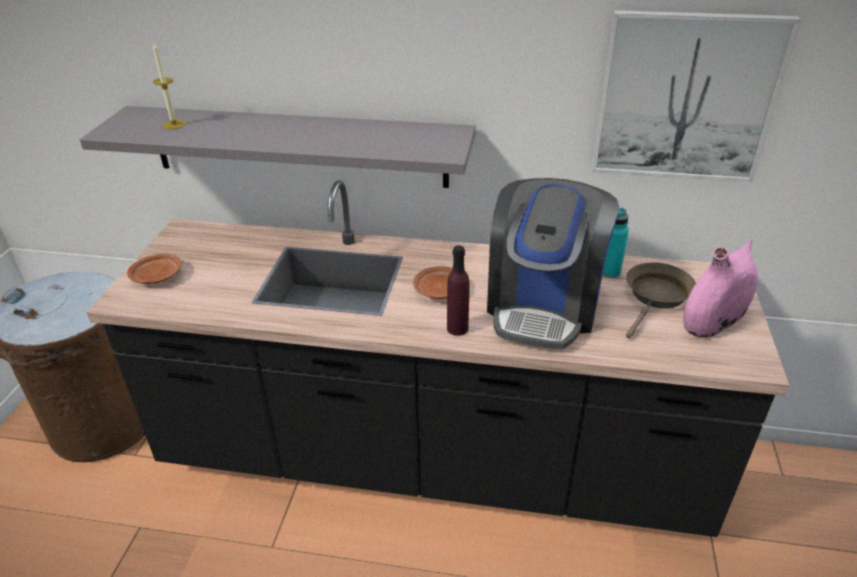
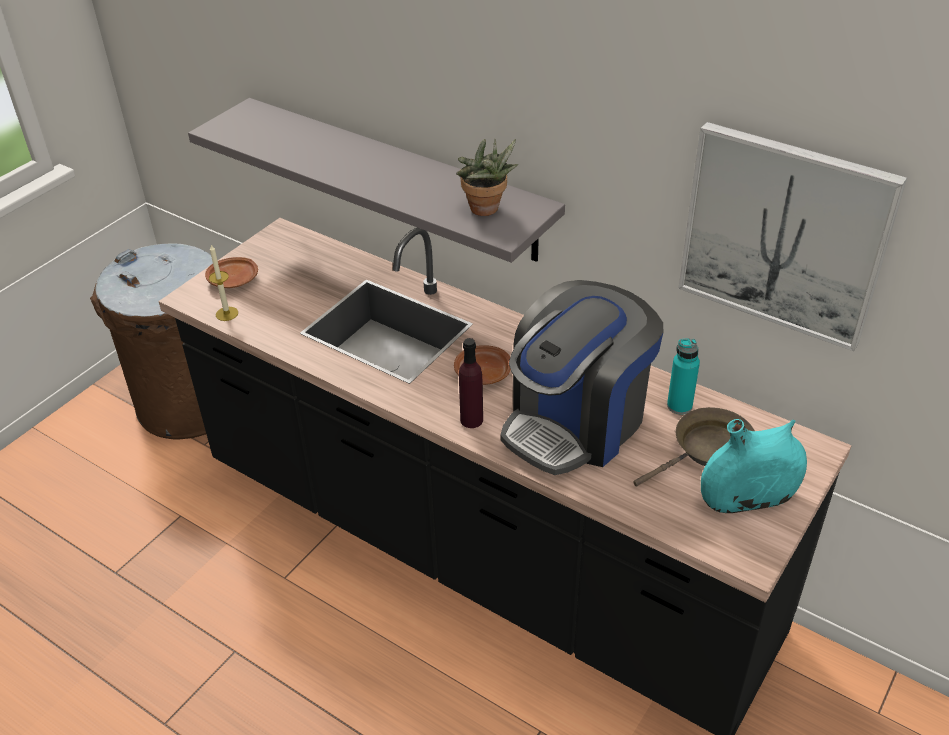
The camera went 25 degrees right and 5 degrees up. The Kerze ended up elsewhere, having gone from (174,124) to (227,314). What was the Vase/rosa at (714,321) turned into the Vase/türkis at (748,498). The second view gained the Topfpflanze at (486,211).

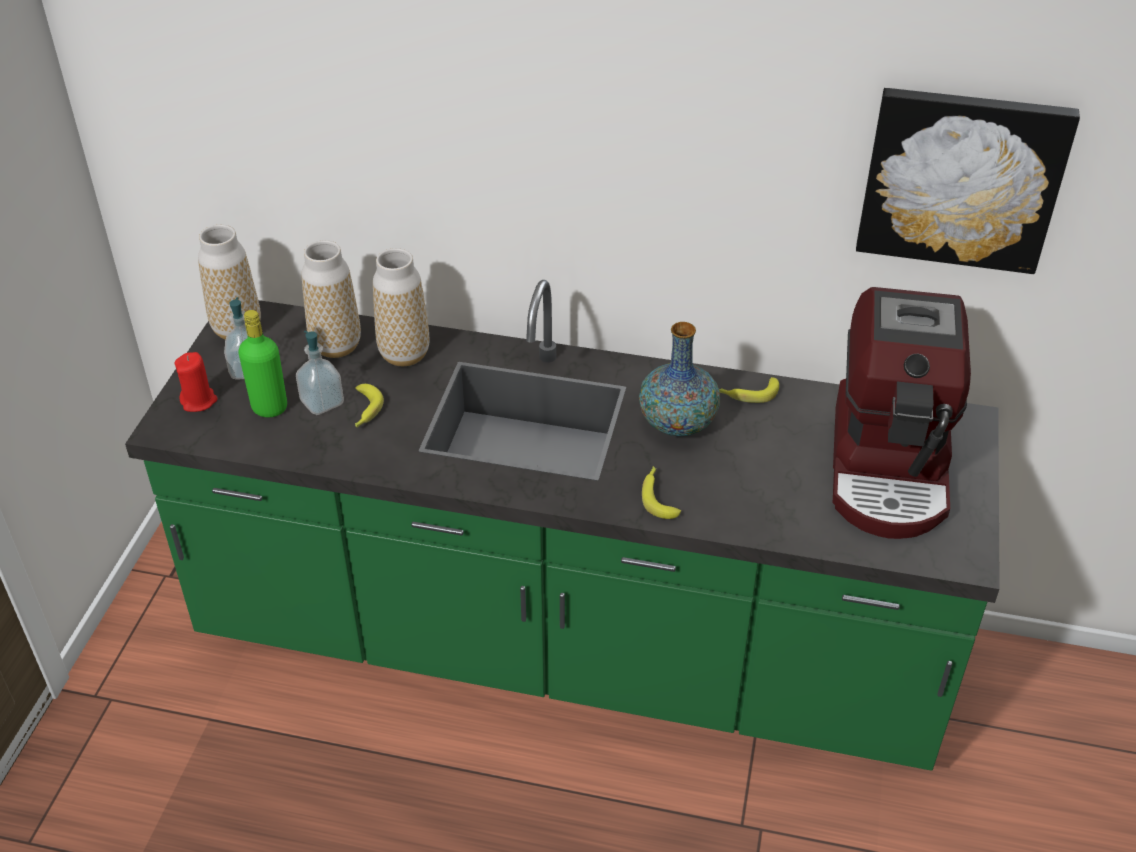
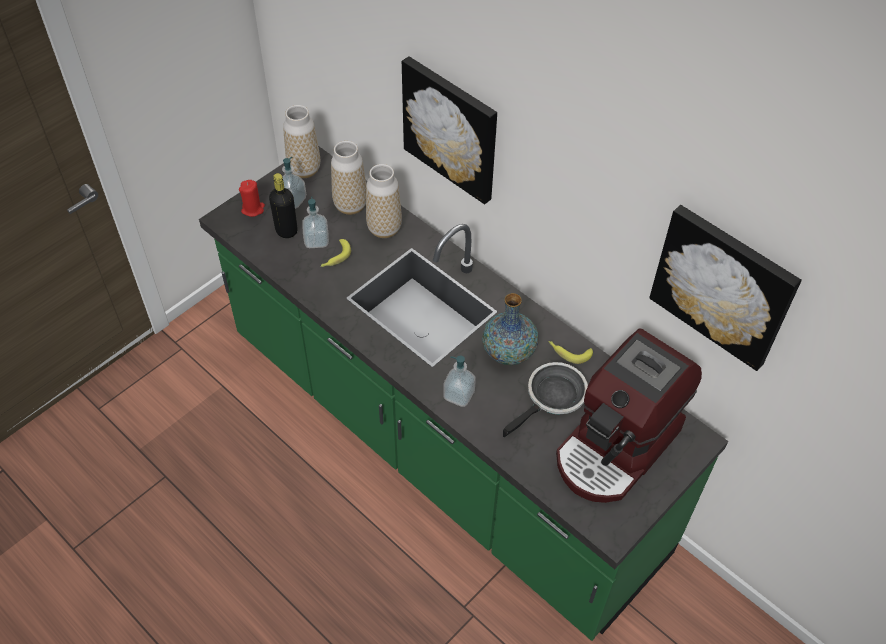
The camera went 30 degrees right and 10 degrees up. What was the Flasche/grün at (269,408) turned into the Flasche/schwarz at (286,231). Where the Banane stood at (658,496), the Seifenspender came to stand at (459,395). The second view gained the Bild at (452,128). The second view gained the Pfanne at (553,398).

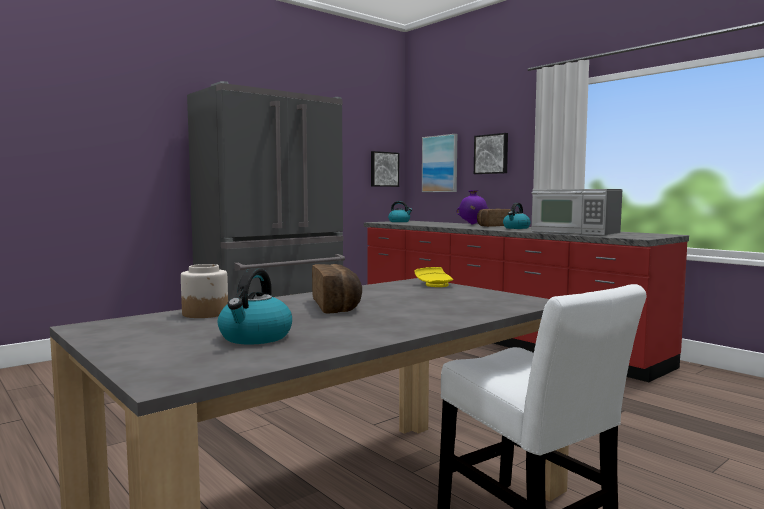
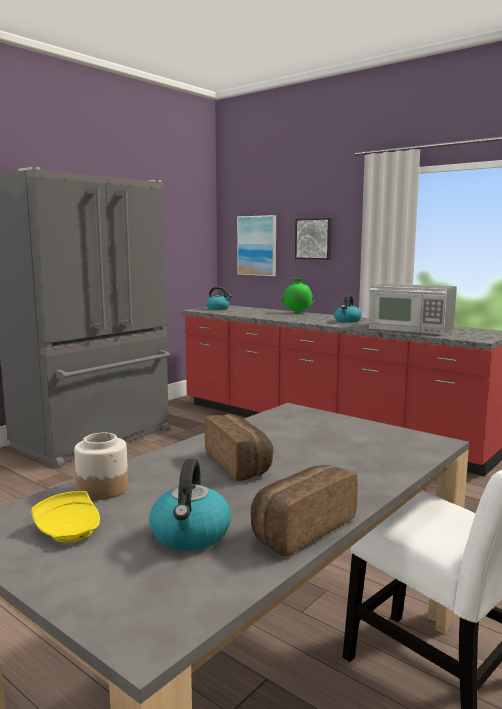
The camera went 10 degrees left and 5 degrees up. The second view lost the Bild at (384,169). What was the Vase/lila at (472,224) turned into the Vase/grün at (297,312). The Brot ended up elsewhere, having gone from (493,226) to (300,528). The Teller/gelb ended up elsewhere, having gone from (435,285) to (70,530).

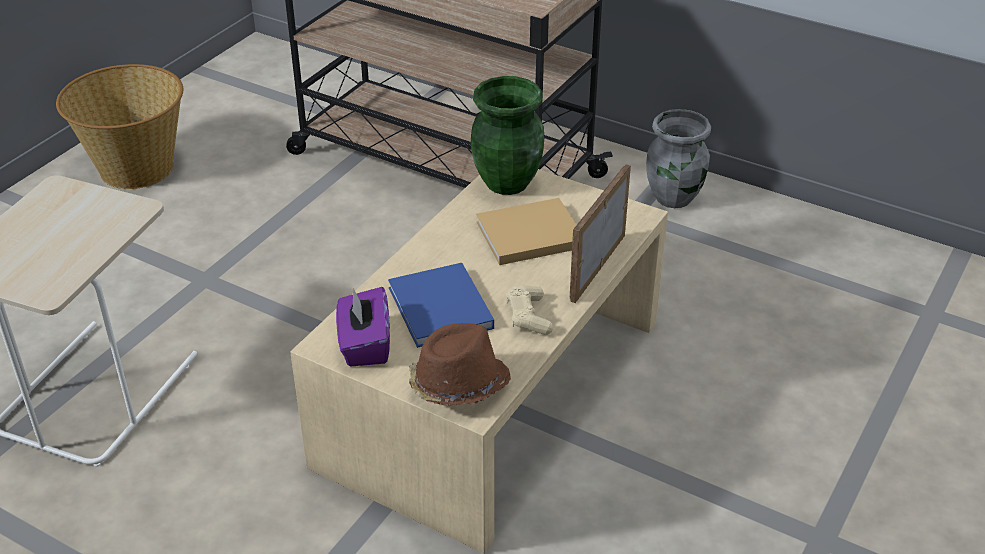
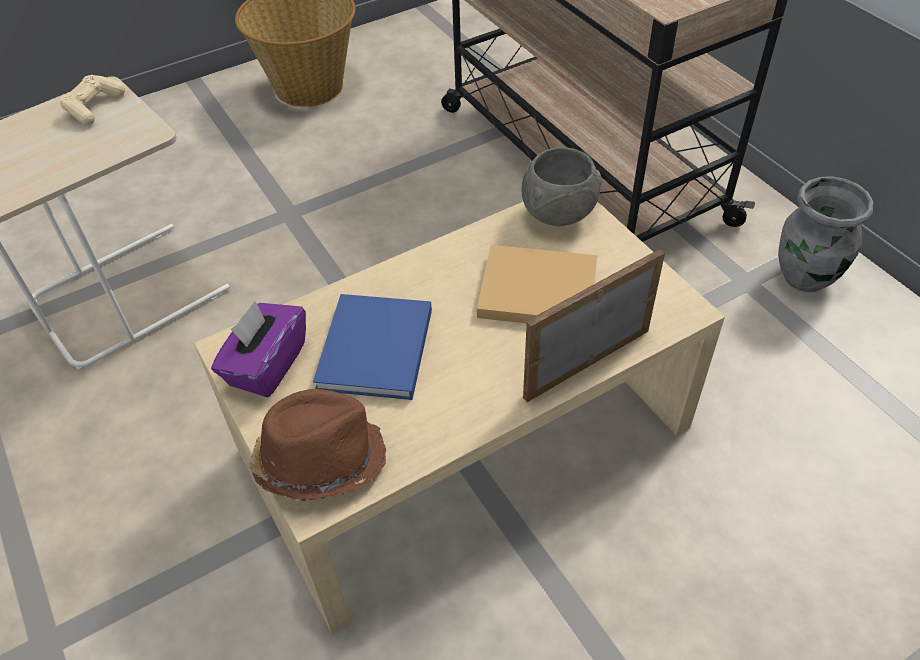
The camera went 30 degrees right and 10 degrees up. Where the Vase/grün stood at (508,182), the Schüssel/grau came to stand at (559,215). The Gamepad/beige ended up elsewhere, having gone from (528,317) to (94,107).

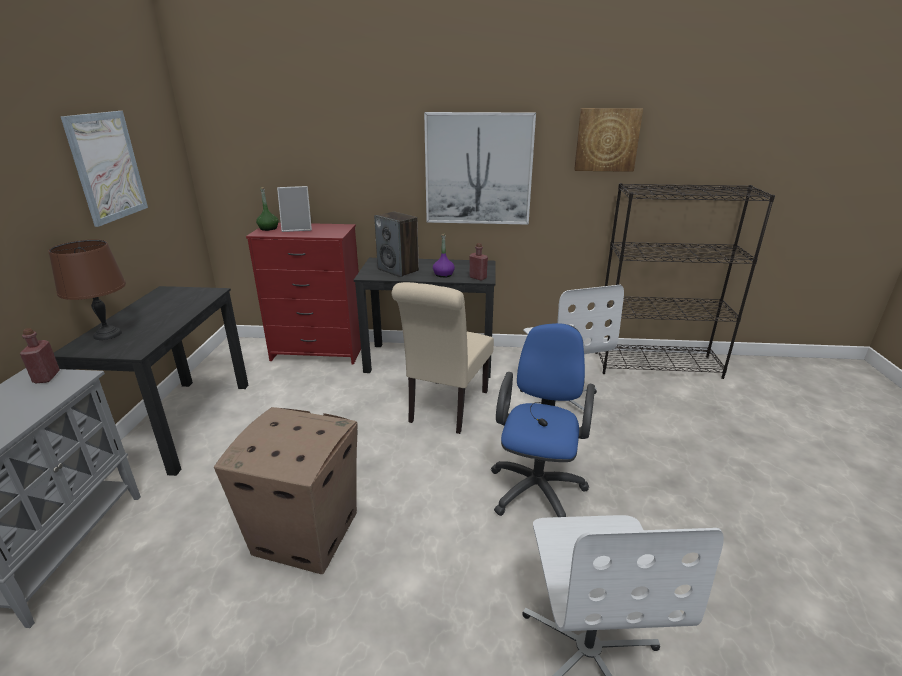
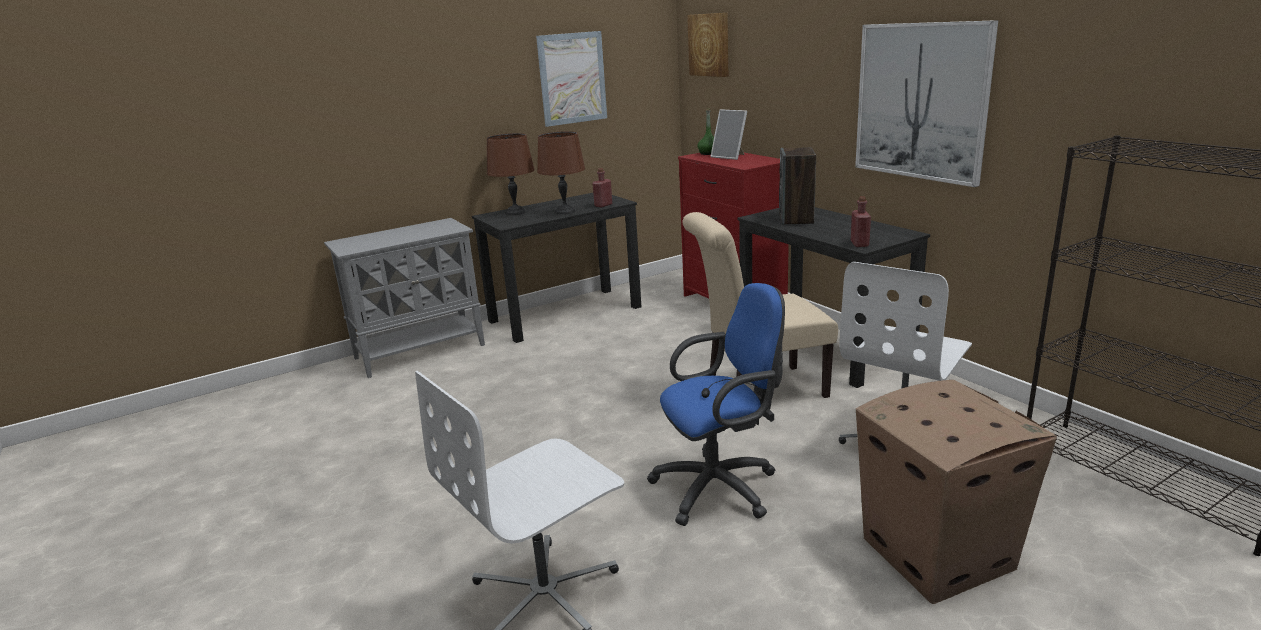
The camera went 55 degrees right and 5 degrees down. The Bild ended up elsewhere, having gone from (607,140) to (709,45). The second view lost the Flasche/lila at (443,275). The Flasche/rot ended up elsewhere, having gone from (46,377) to (603,205). The Karton ended up elsewhere, having gone from (304,533) to (935,552). The second view gained the Tischlampe/braun at (565,211).

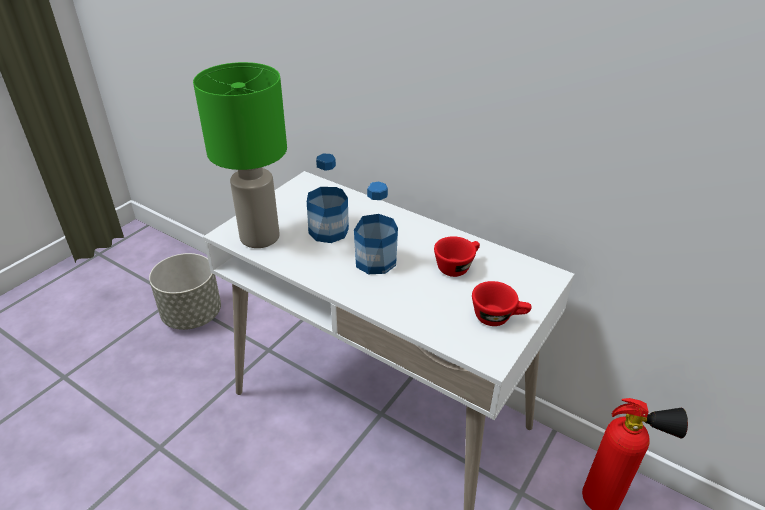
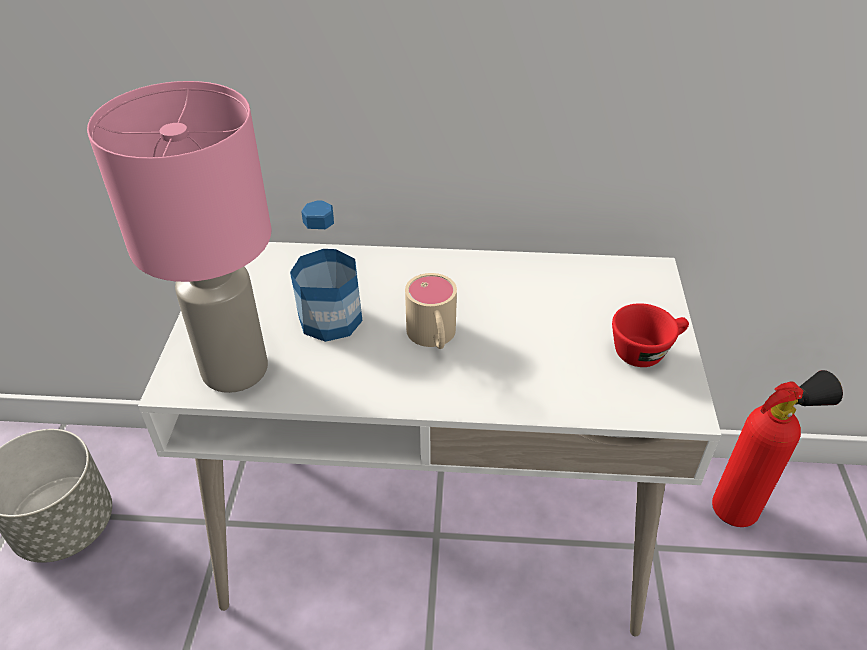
The camera went 30 degrees left and 5 degrees up. What was the Tischlampe/grün at (258,237) turned into the Tischlampe/rosa at (233,371). Where the Flasche stood at (375,261), the Henkelbecher/beige came to stand at (433,338). The second view lost the Tasse/rot at (457,266).

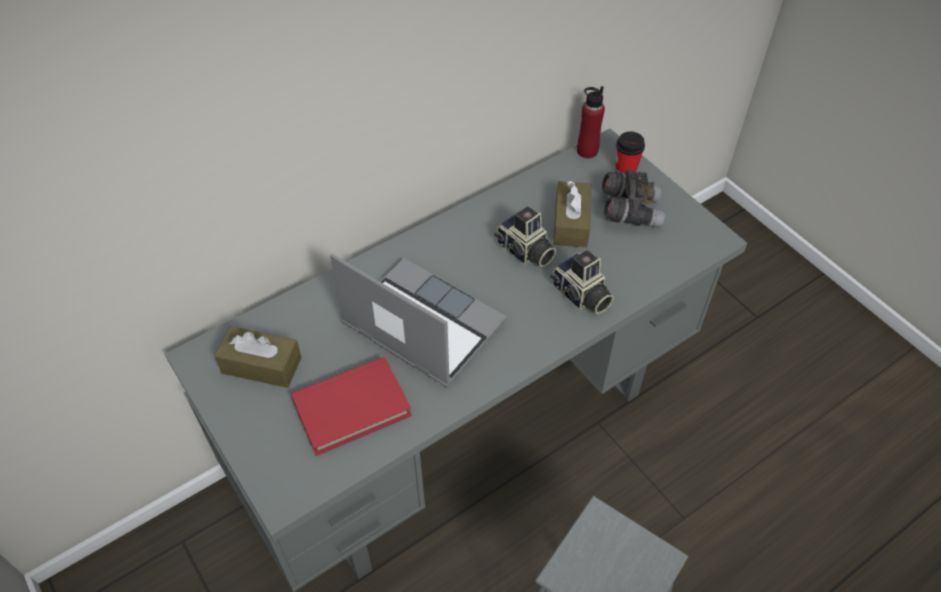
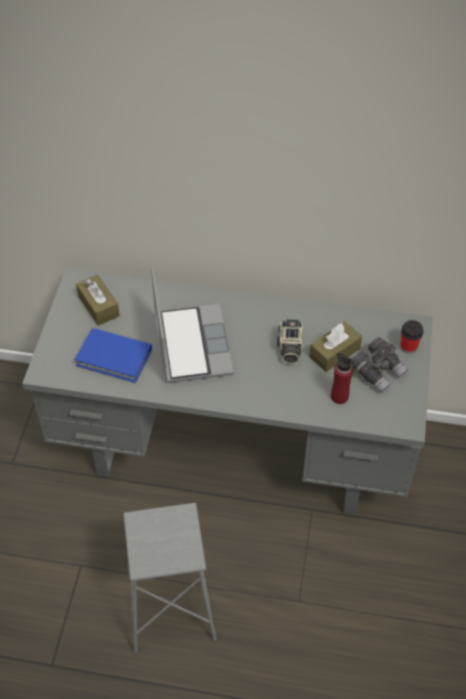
The camera went 45 degrees right and 0 degrees up. The Flasche/rot ended up elsewhere, having gone from (587,151) to (339,396). The second view lost the Kamera at (580,295). What was the Buch/rot at (351,408) turned into the Buch/blau at (114,357).

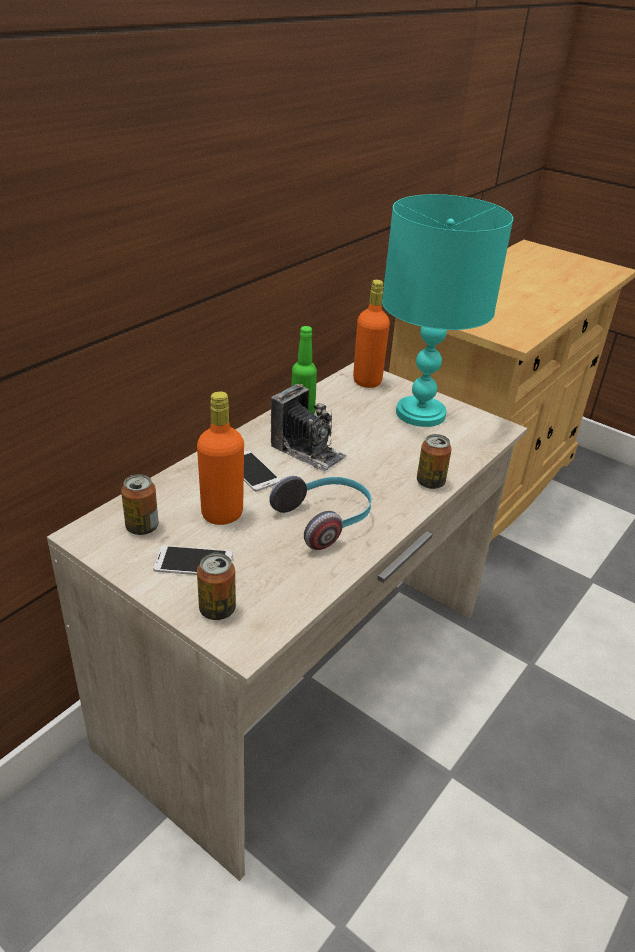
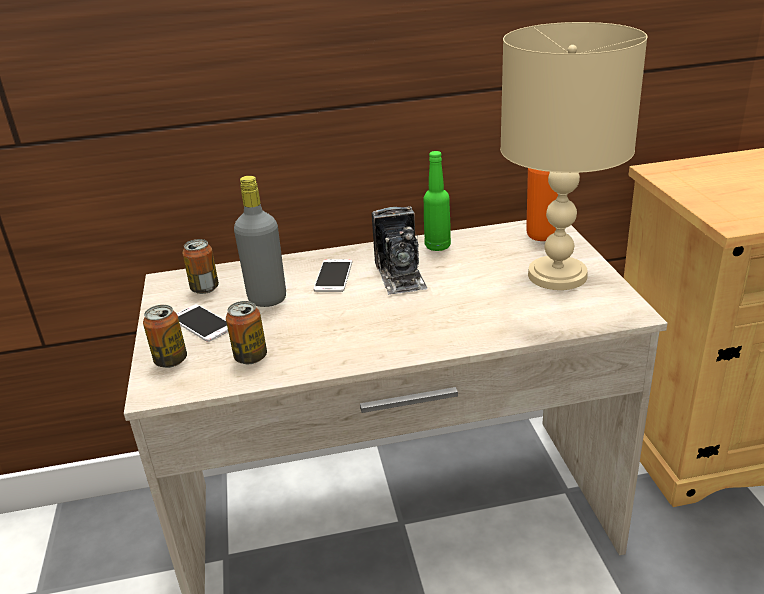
The camera went 45 degrees right and 5 degrees down. What was the Tischlampe/türkis at (421,413) turned into the Tischlampe/beige at (558,275). What was the Flasche/orange at (222,514) turned into the Flasche/grau at (267,299). The Dose ended up elsewhere, having gone from (430,482) to (250,357). The second view lost the Kopfhörer at (325,520).

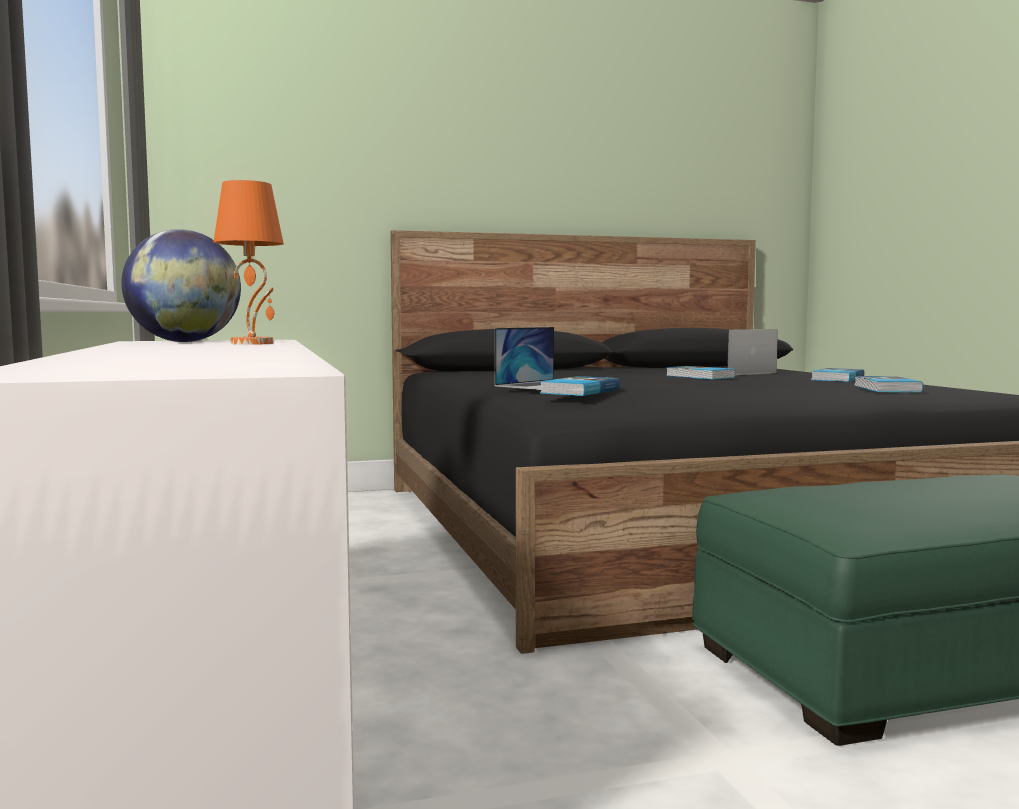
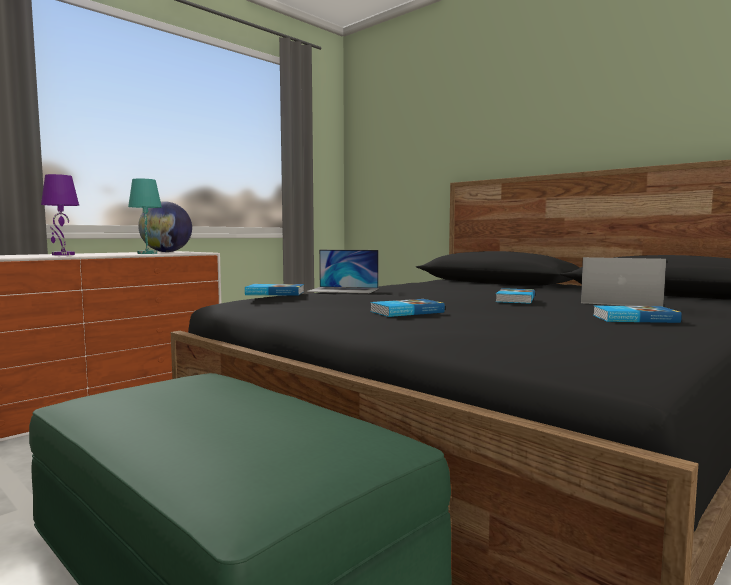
The camera went 60 degrees right and 0 degrees up. What was the Tischlampe/orange at (253,343) turned into the Tischlampe/türkis at (147,253). The Buch ended up elsewhere, having gone from (885,389) to (405,312). The second view gained the Tischlampe/lila at (63,254).

